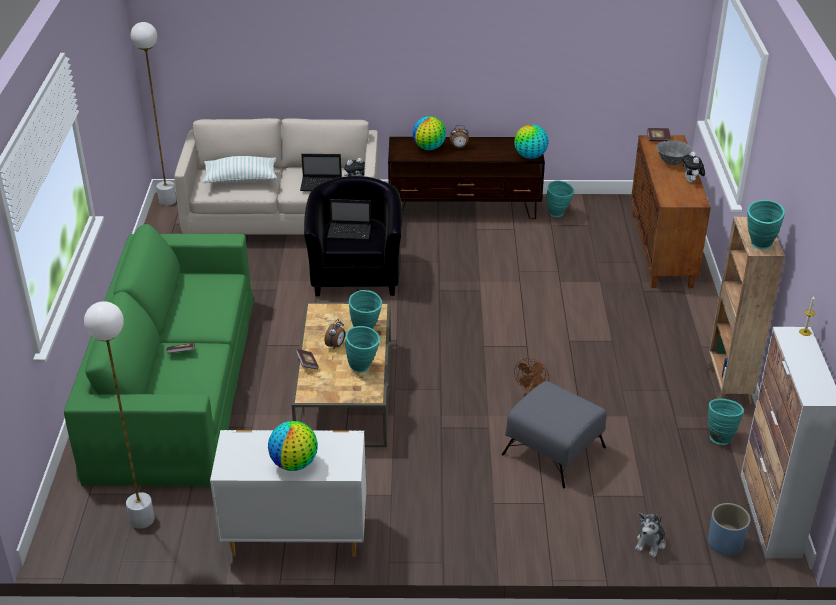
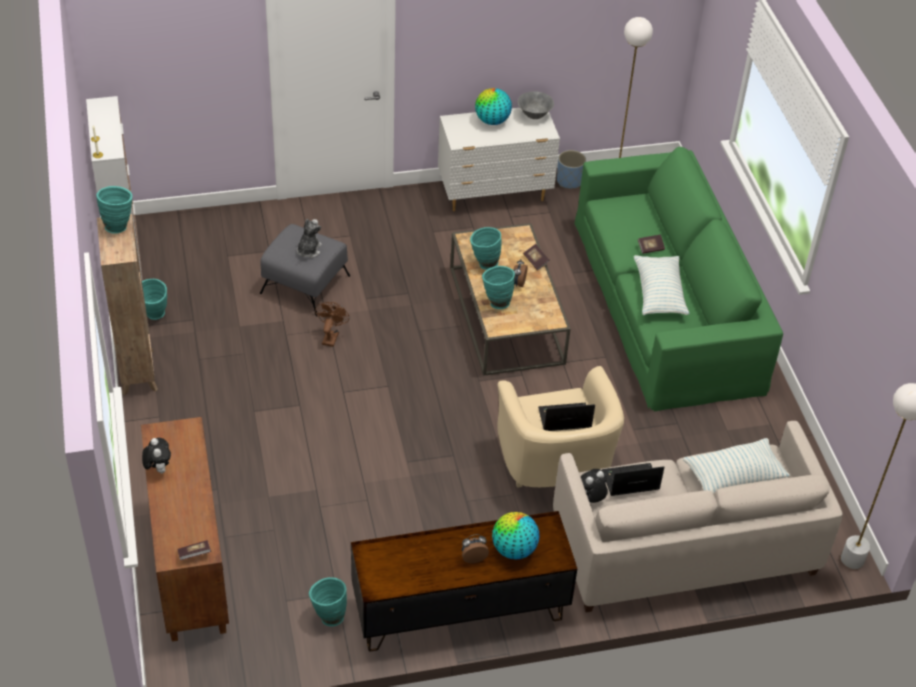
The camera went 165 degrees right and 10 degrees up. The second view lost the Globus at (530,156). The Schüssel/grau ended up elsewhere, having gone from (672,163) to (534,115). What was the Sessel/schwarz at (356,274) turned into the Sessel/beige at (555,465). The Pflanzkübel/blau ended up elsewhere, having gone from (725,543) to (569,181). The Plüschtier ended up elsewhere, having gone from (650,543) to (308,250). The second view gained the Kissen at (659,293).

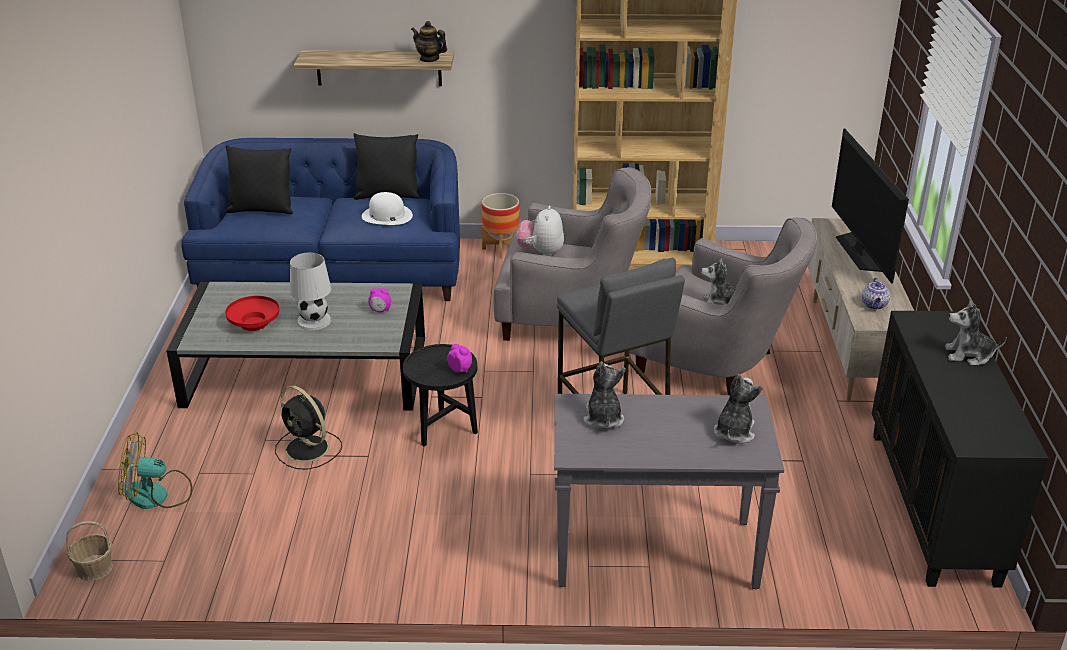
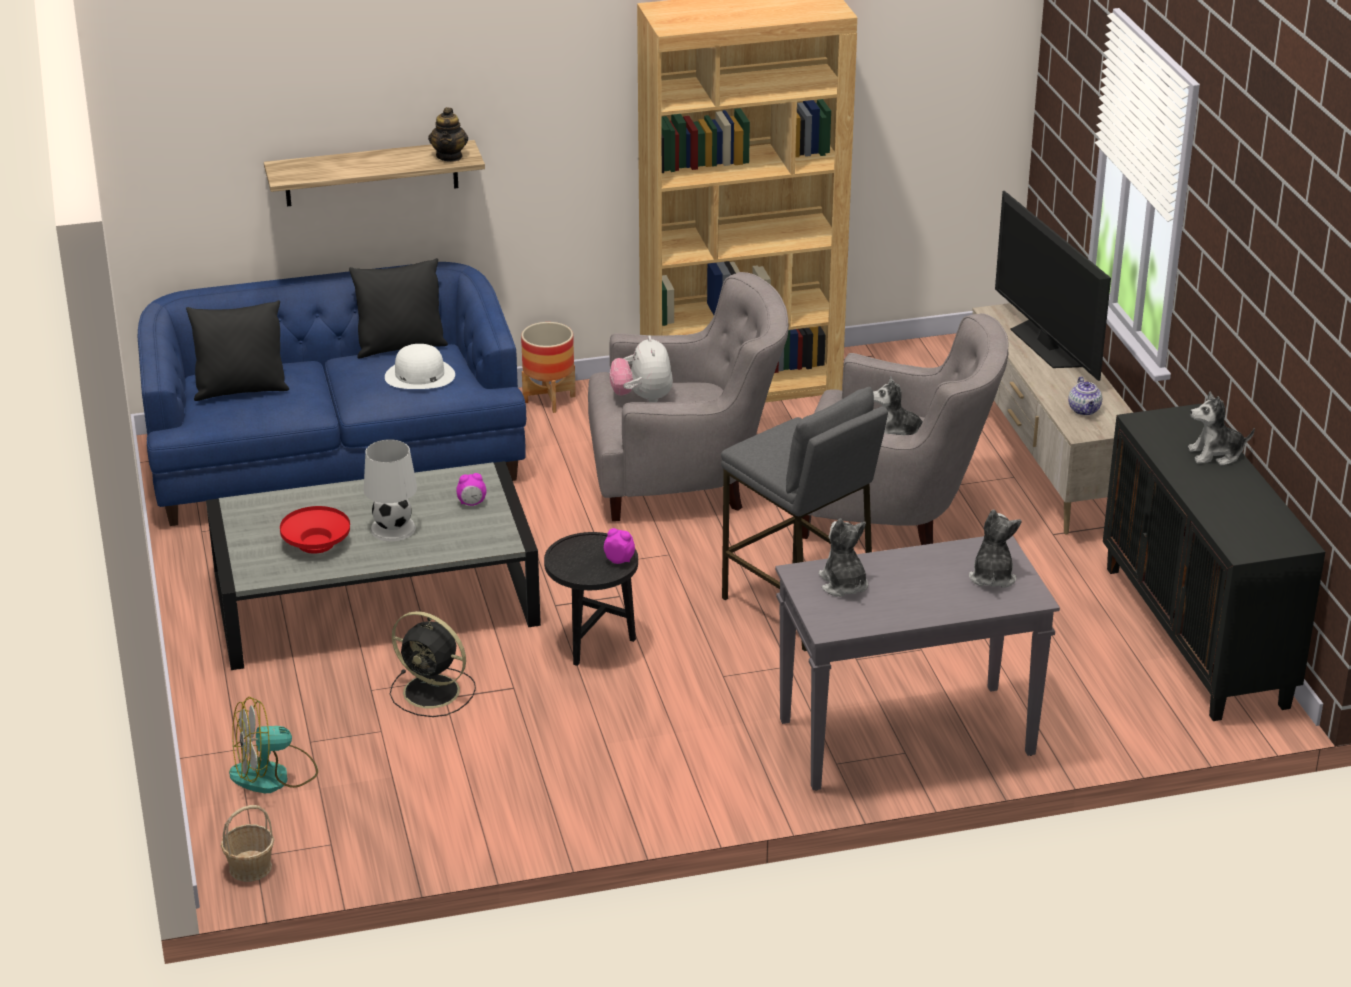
The camera went 15 degrees left and 0 degrees up. The Teekanne at (429,59) ended up facing another way, 105 degrees counterclockwise from before.

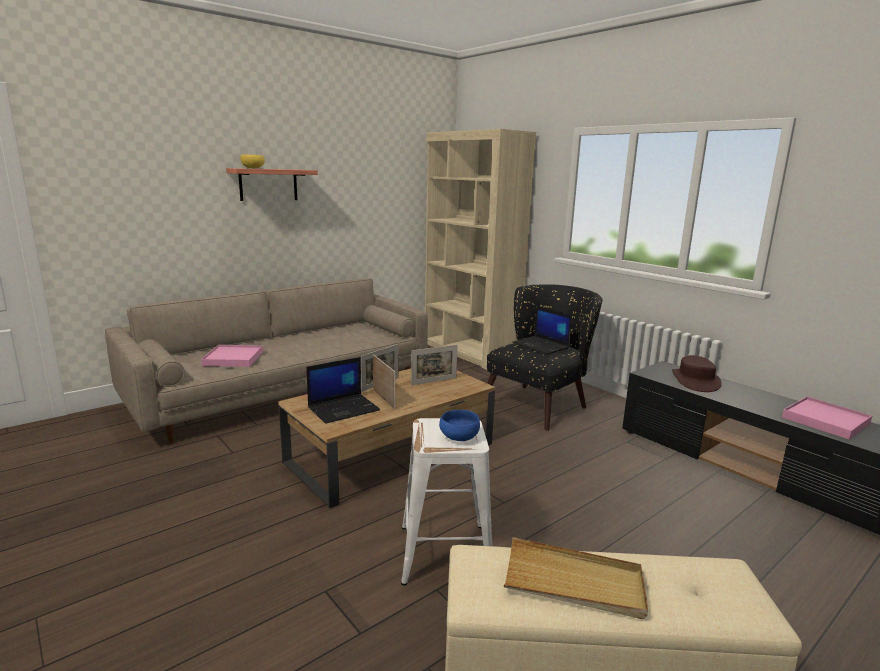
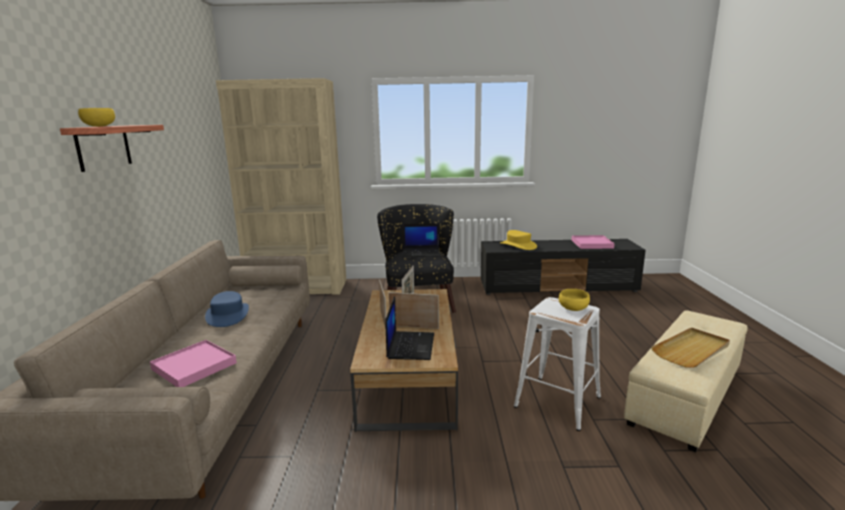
The camera went 50 degrees left and 0 degrees up. What was the Hut/braun at (695,381) turned into the Hut/gelb at (518,245). What was the Schüssel/blau at (458,438) turned into the Schüssel/gelb at (573,309). The second view gained the Hut/blau at (228,315).

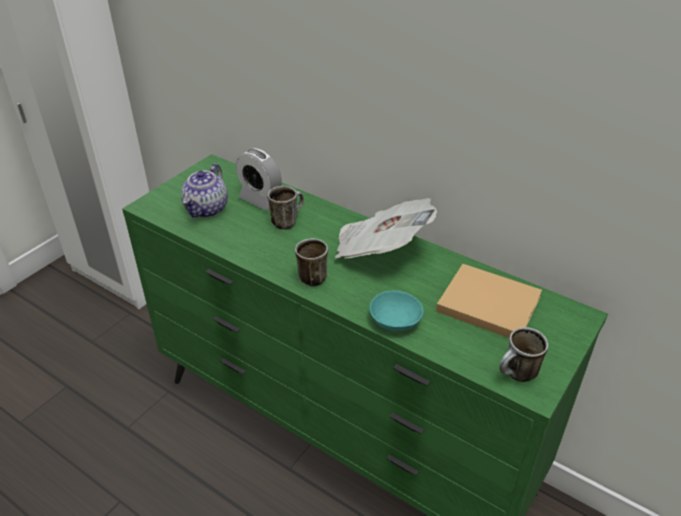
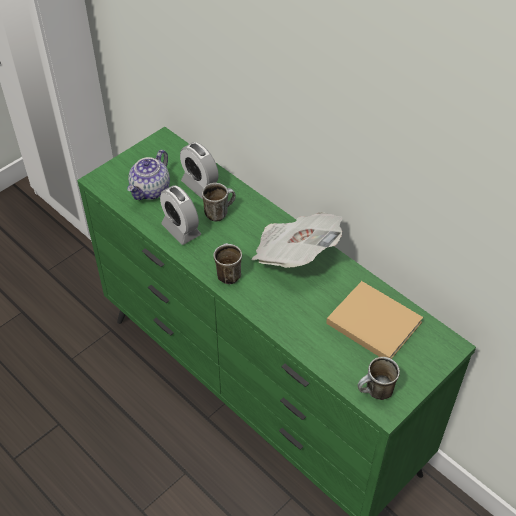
The camera went 10 degrees right and 10 degrees up. The second view lost the Schüssel/türkis at (397,320). The second view gained the Wecker at (181,229).

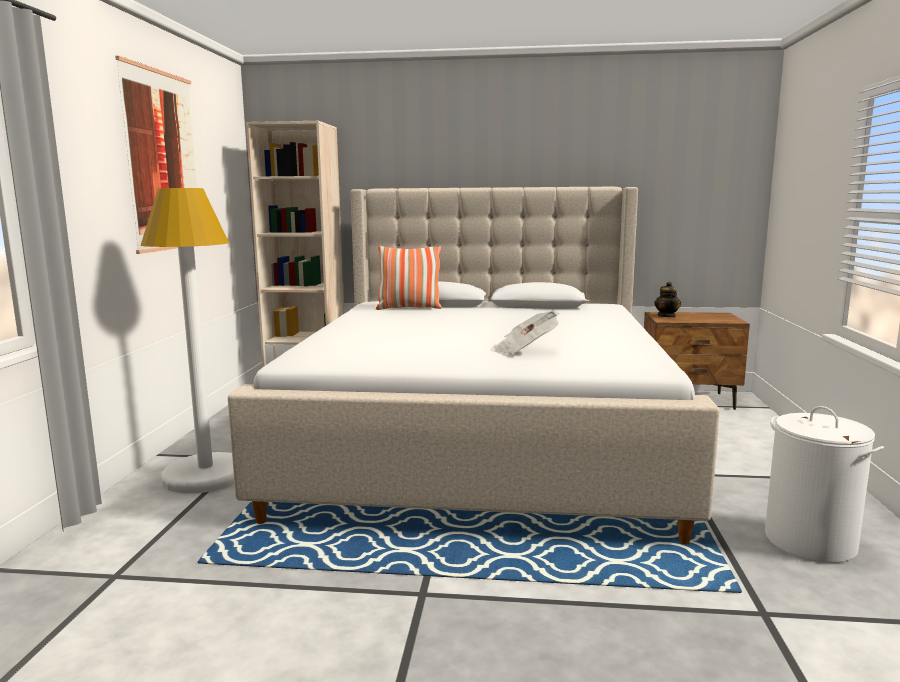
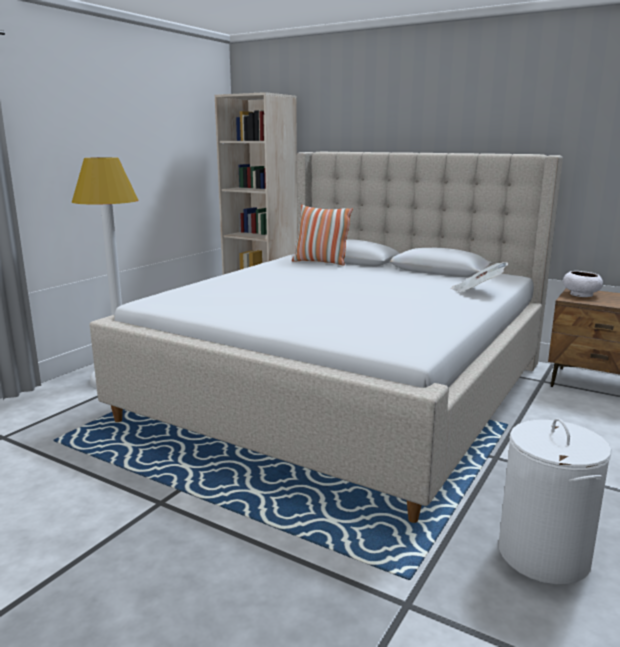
The camera went 25 degrees right and 5 degrees up. The second view lost the Bild at (163,161). Where the Teekanne stood at (667,316), the Schüssel/weiß came to stand at (581,294). The Zeitung ended up elsewhere, having gone from (524,350) to (477,291).

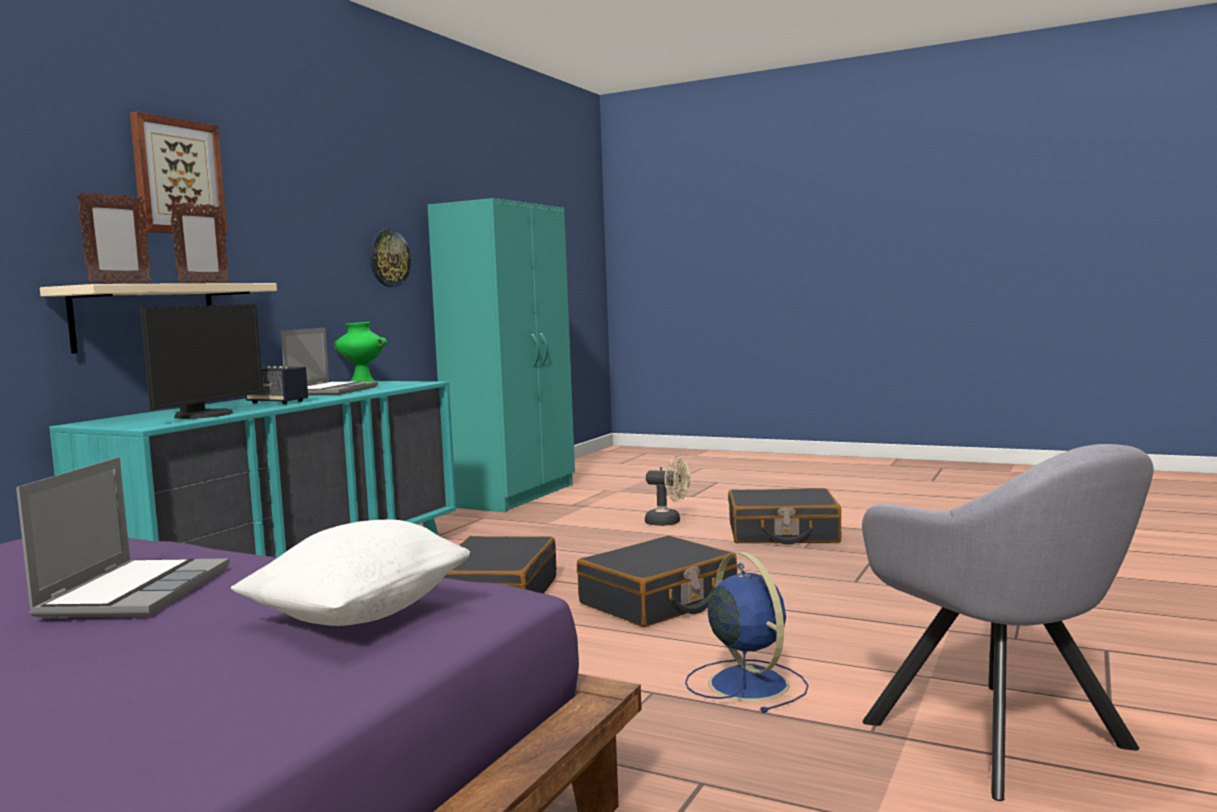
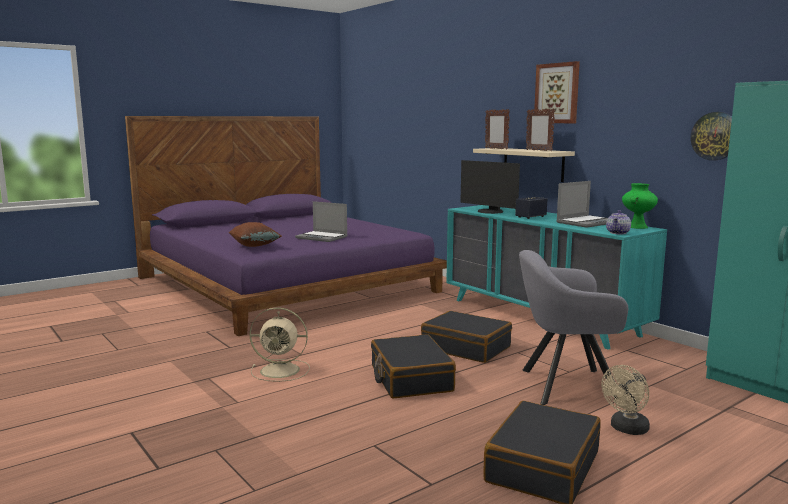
The camera went 115 degrees right and 5 degrees up. The Laptop at (332,391) ended up facing another way, 75 degrees counterclockwise from before. The Sessel/grau ended up elsewhere, having gone from (1007,741) to (563,385). What was the Kissen/weiß at (360,615) turned into the Kissen/braun at (254,245). What was the Ventilator/blau at (746,683) turned into the Ventilator/beige at (281,370). The second view gained the Teekanne at (618,233).

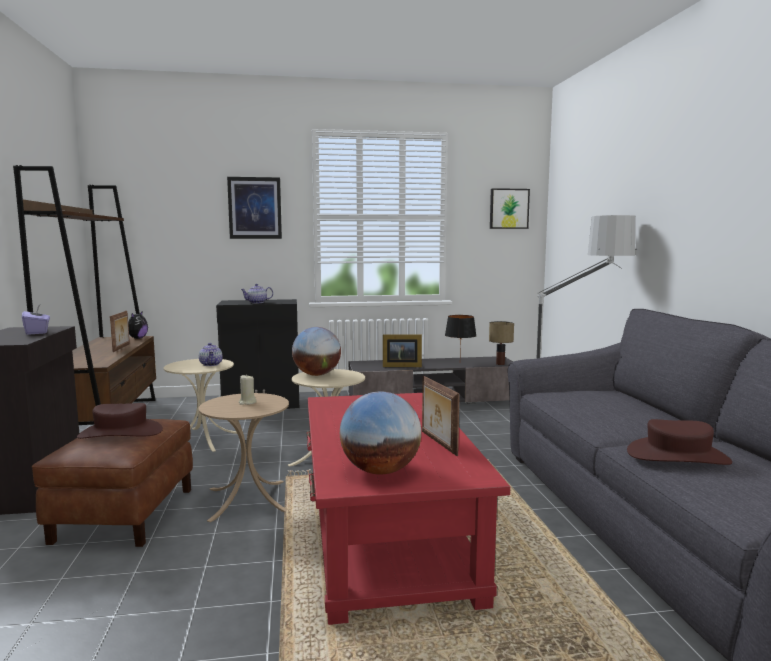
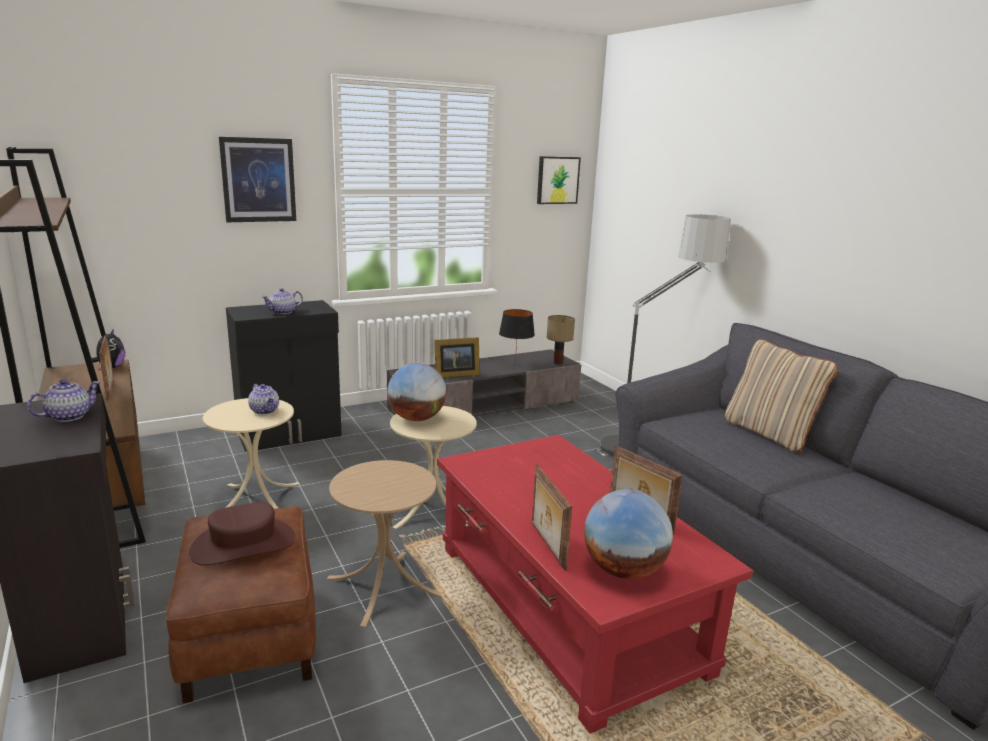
The camera went 20 degrees left and 10 degrees up. Where the Taschentuchbox/lila stood at (37,332), the Teekanne came to stand at (69,416). The second view lost the Kerze/beige at (247,402). The second view lost the Hut/braun at (677,456). The second view gained the Kissen/beige at (770,434). The second view gained the Bilderrahmen at (546,546).

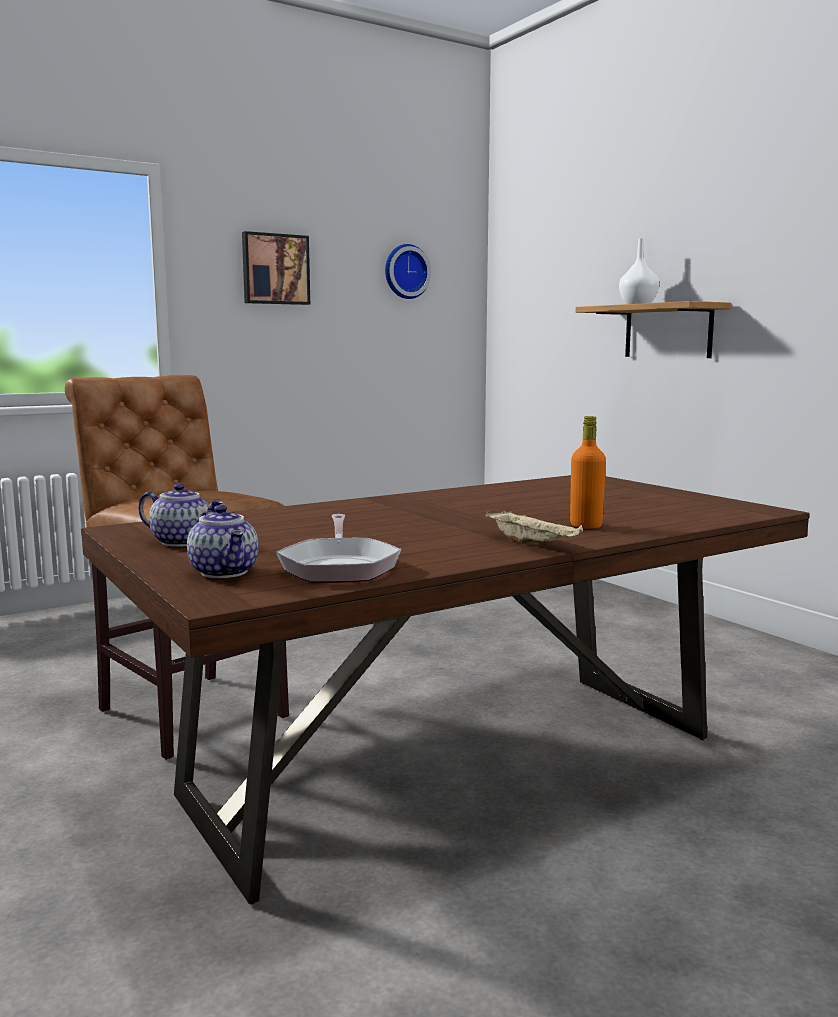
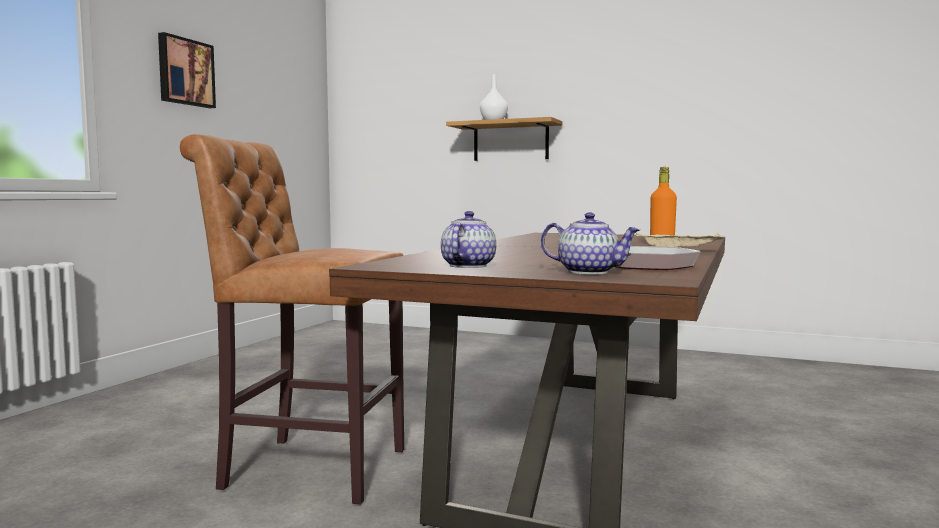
The camera went 35 degrees left and 5 degrees down. The second view lost the Wanduhr at (405,272). The Teekanne at (183,542) ended up facing another way, 60 degrees counterclockwise from before.

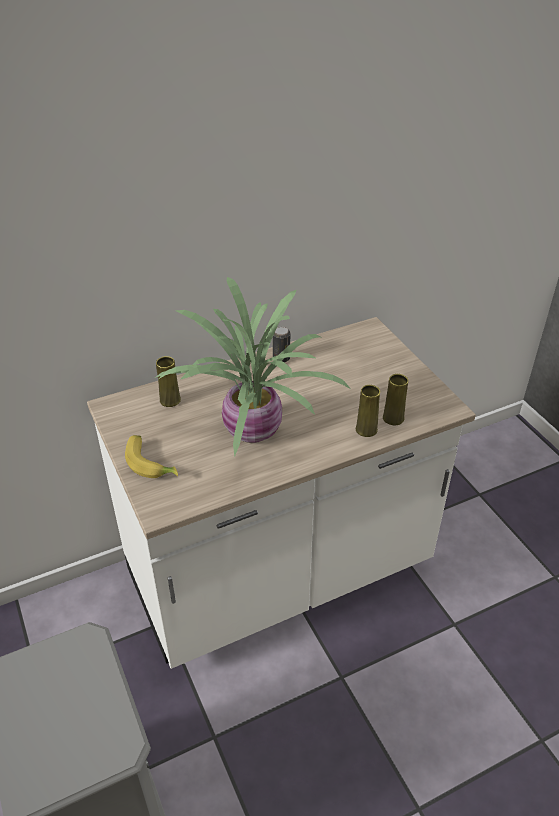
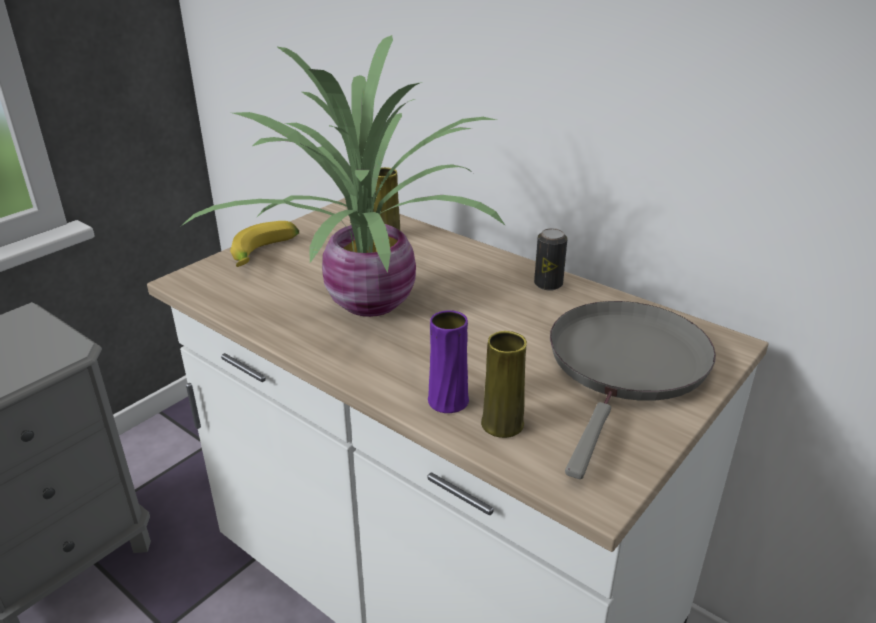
The camera went 65 degrees right and 10 degrees down. What was the Vase/gelb at (366,429) turned into the Vase/lila at (448,401). The second view gained the Pfanne/grau at (626,366).

